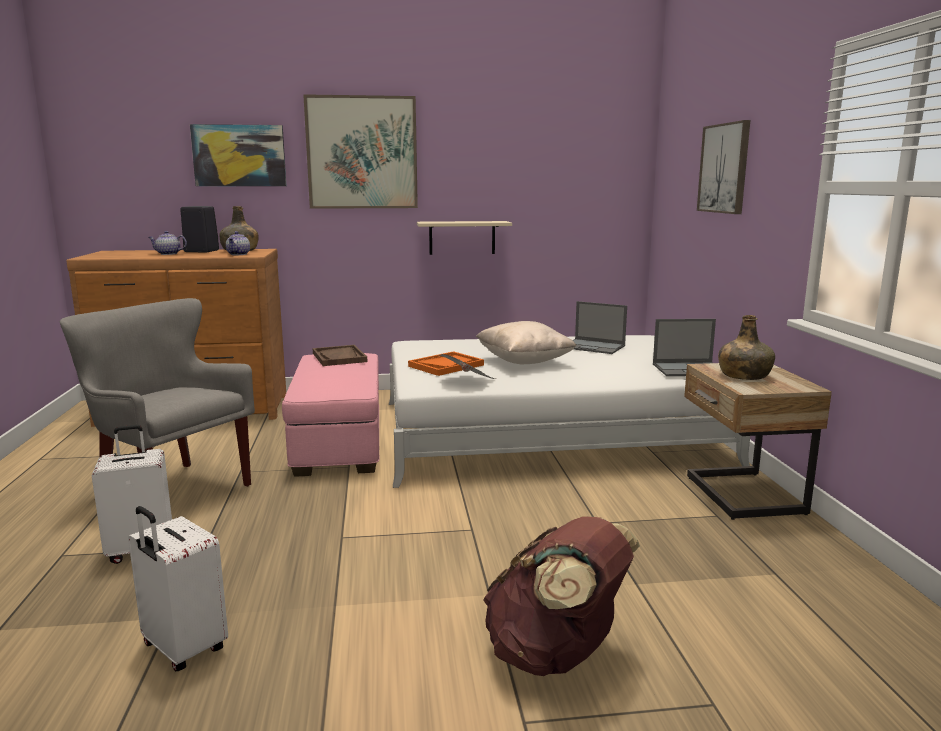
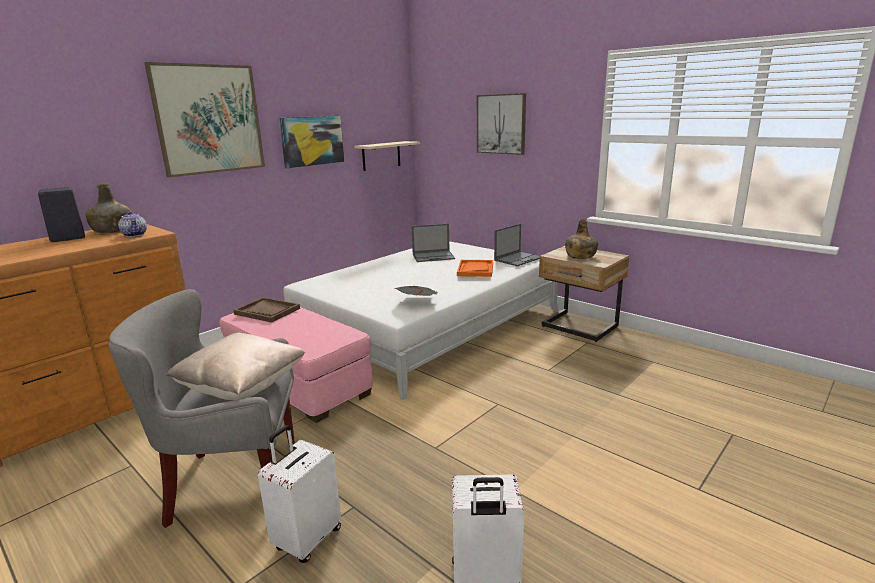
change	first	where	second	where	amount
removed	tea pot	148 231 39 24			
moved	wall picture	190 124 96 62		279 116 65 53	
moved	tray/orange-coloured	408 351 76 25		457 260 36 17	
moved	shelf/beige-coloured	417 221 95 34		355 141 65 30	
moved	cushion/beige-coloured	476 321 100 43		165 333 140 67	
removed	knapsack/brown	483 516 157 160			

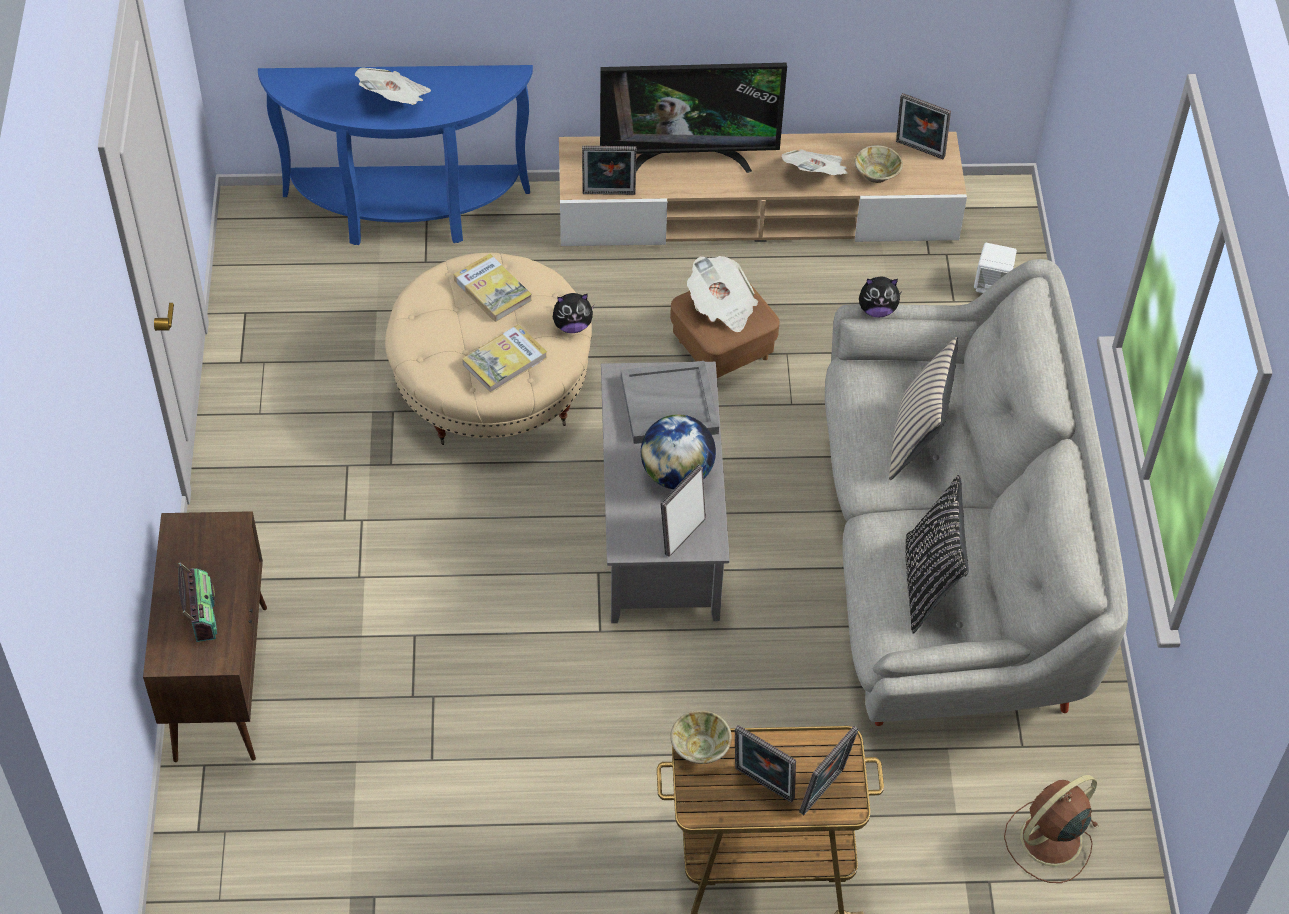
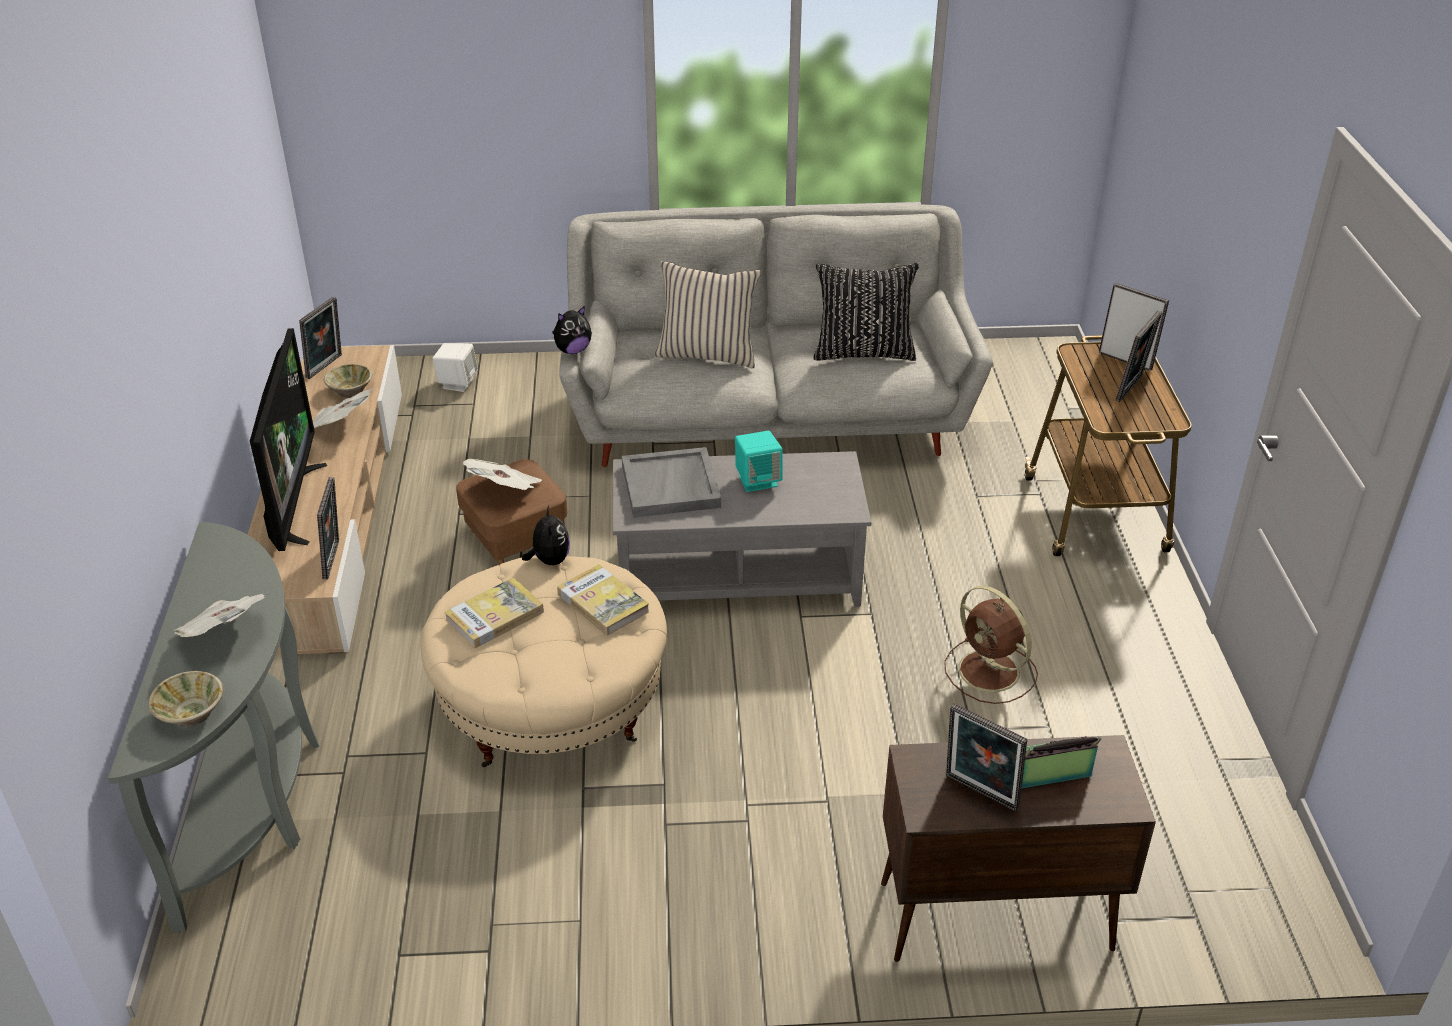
change	first	where	second	where	amount
recoloured	hall table/bluish	258 65 275 180	hall table/gray	108 522 211 411	
replaced	desk globe	641 414 75 75	loudspeaker/blue-green	735 431 48 61	
moved	picture frame	661 465 45 92		946 703 81 108	
moved	bowl/beige-coloured	670 710 62 54		148 671 75 56	
turned	plush toy	859 276 43 42		552 306 40 48	60 degrees clockwise
moved	electric fan/brown	1004 775 94 108		944 586 94 118	

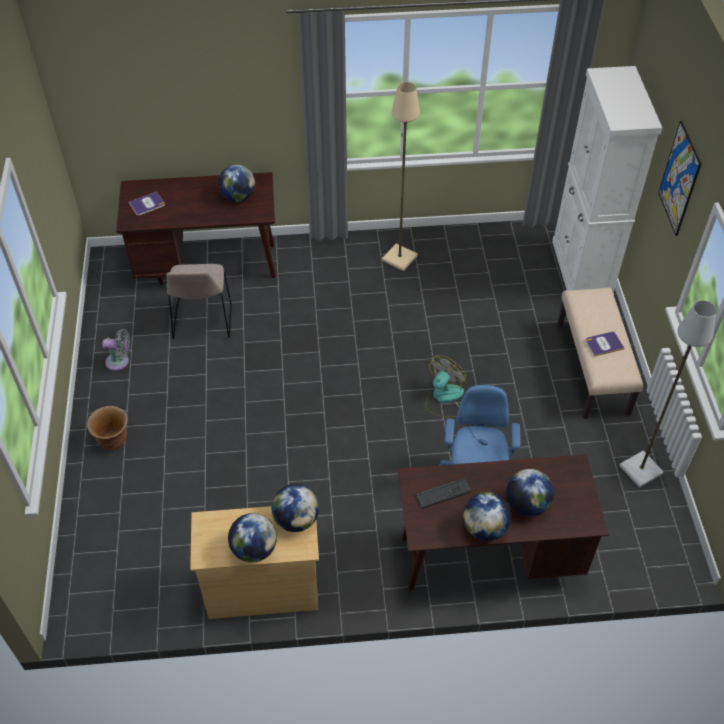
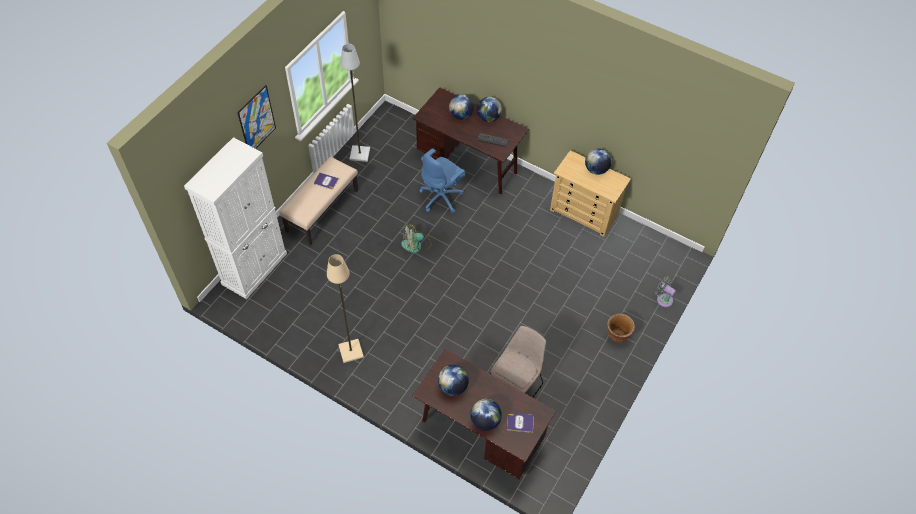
change	first	where	second	where	amount
moved	electric fan/gray	102 329 28 42		655 276 21 31	
moved	desk globe	272 484 47 48		470 399 32 32	

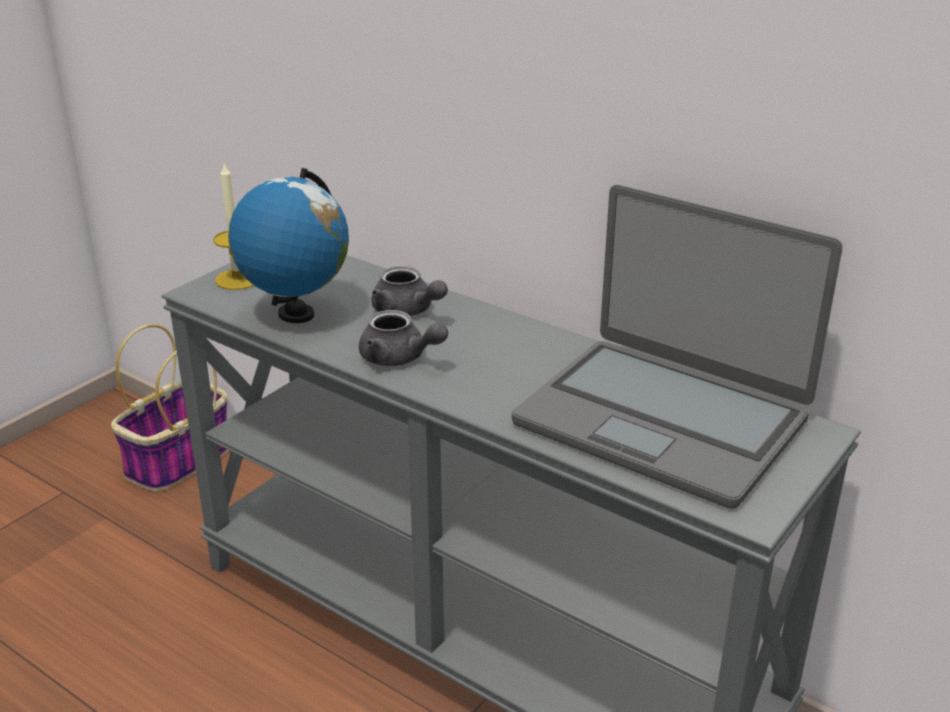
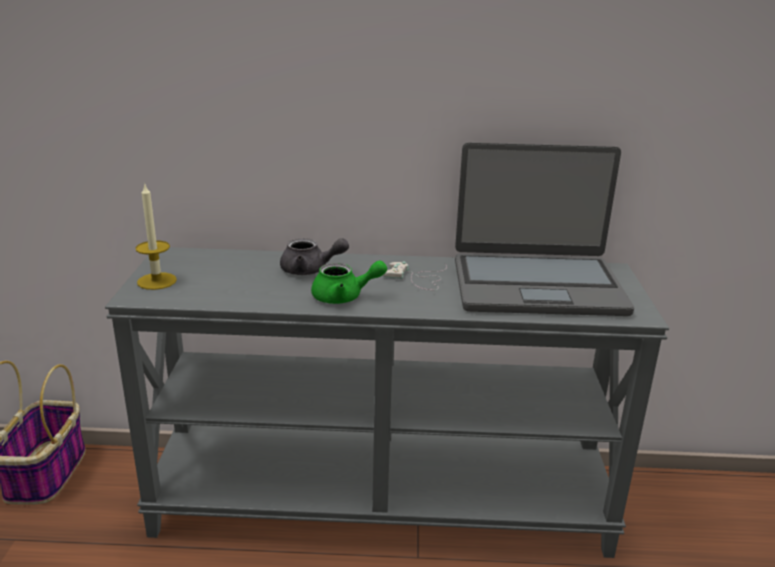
change	first	where	second	where	amount
removed	desk globe	228 168 121 155			
recoloured	tea pot/gray	359 310 89 56	tea pot/green-coloured	311 261 76 43	
added			gamepad/white-coloured	383 261 64 29	

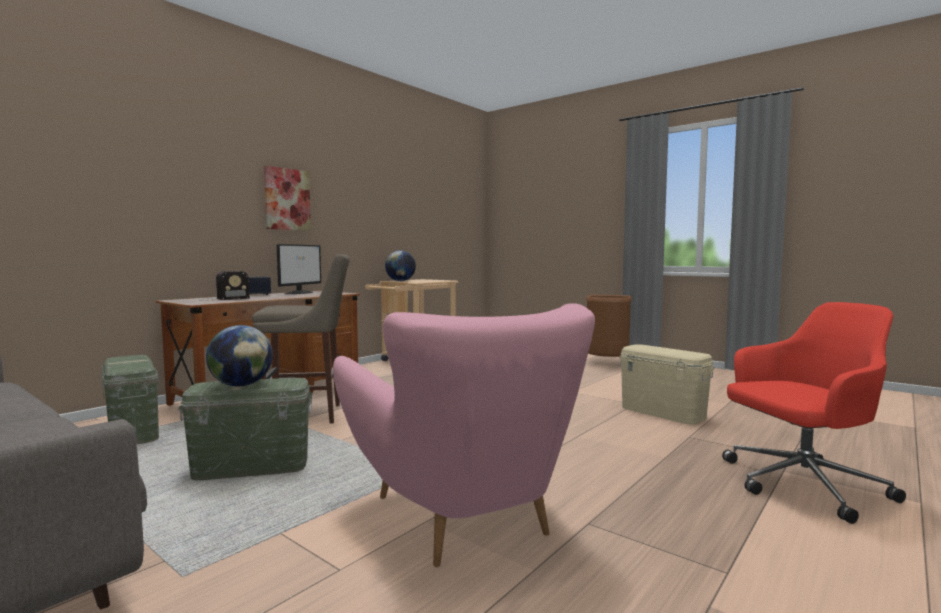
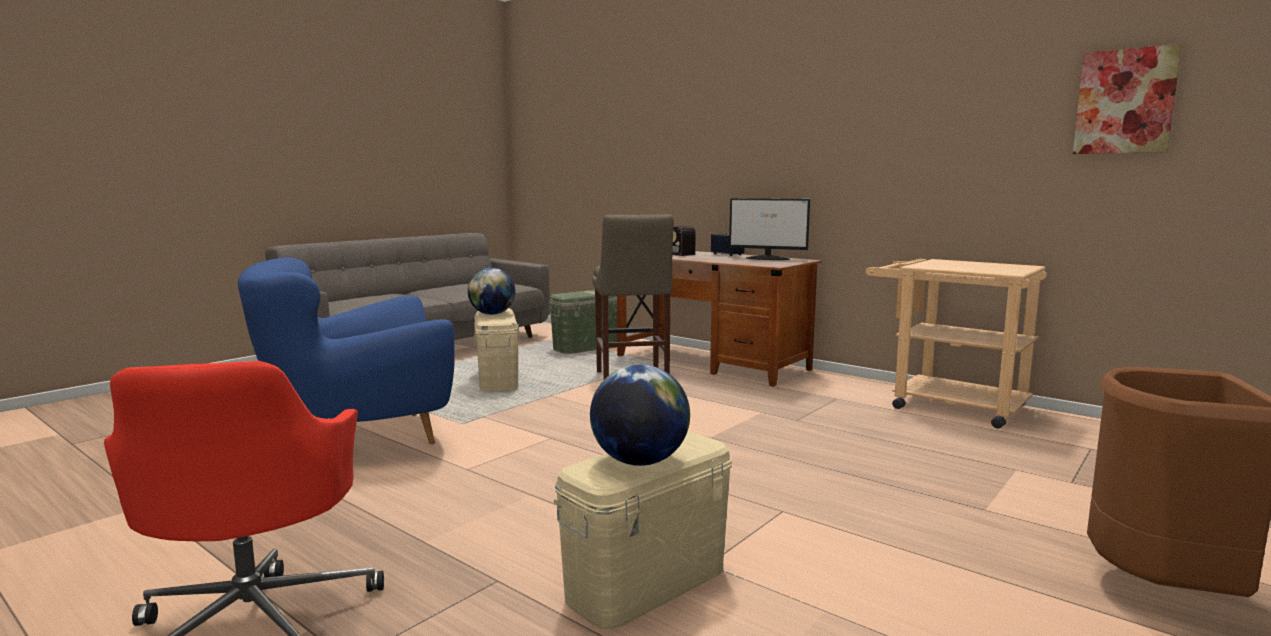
change	first	where	second	where	amount
recoloured	storage box/green-coloured	178 378 134 102	storage box/beige-coloured	474 308 46 84	
moved	wall picture	264 166 47 65		1073 44 109 110	
recoloured	easy chair/pink-coloured	333 303 262 264	easy chair/bluish	238 257 217 187	
moved	desk globe	385 250 31 31		590 364 100 102	

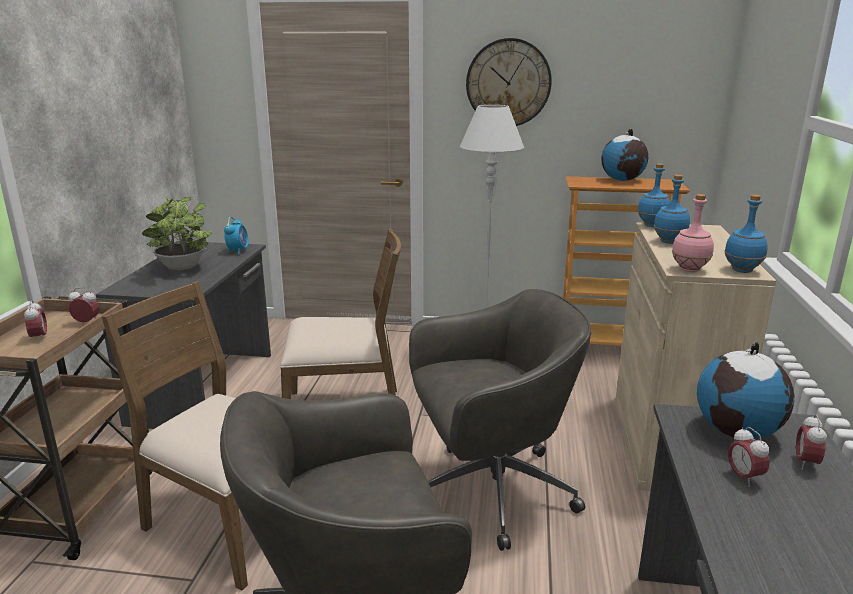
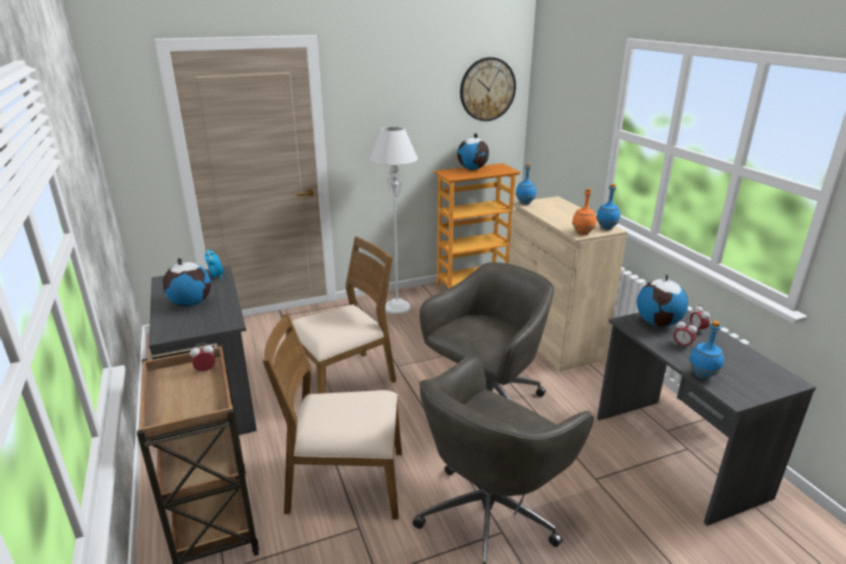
change	first	where	second	where	amount
removed	bedside clock	24 300 23 41			
replaced	plant in a pot	142 197 70 73	desk globe	163 258 48 49	
moved	clock on the wall	466 38 86 88		460 57 56 64	
moved	beverage bottle/bluish	654 175 36 69		689 321 35 58	
recoloured	beverage bottle/pink-coloured	672 194 42 78	beverage bottle/orange-coloured	572 188 25 47	

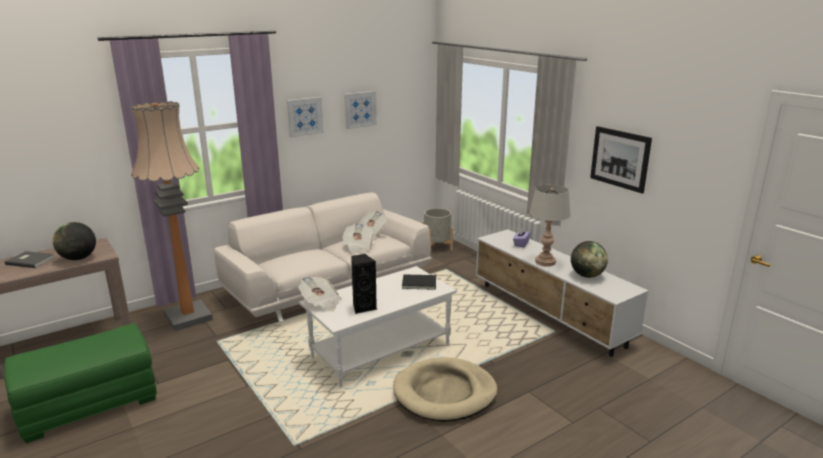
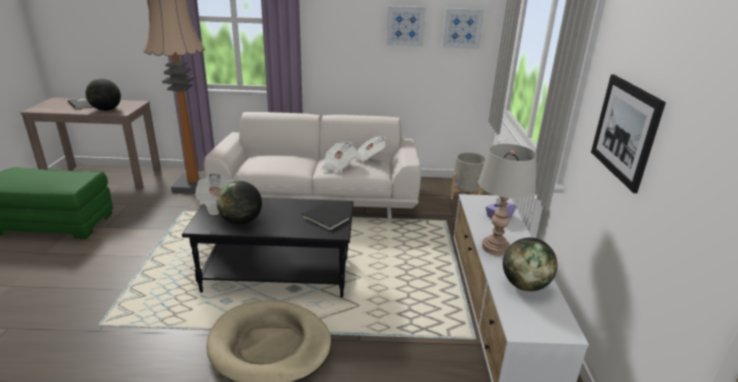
change	first	where	second	where	amount
moved	wall picture	287 97 37 40		442 8 42 41	
recoloured	lounge table/white-coloured	299 266 158 121	lounge table/black	182 198 171 100	
replaced	loudspeaker/black	351 254 26 60	desk globe	217 181 45 44	

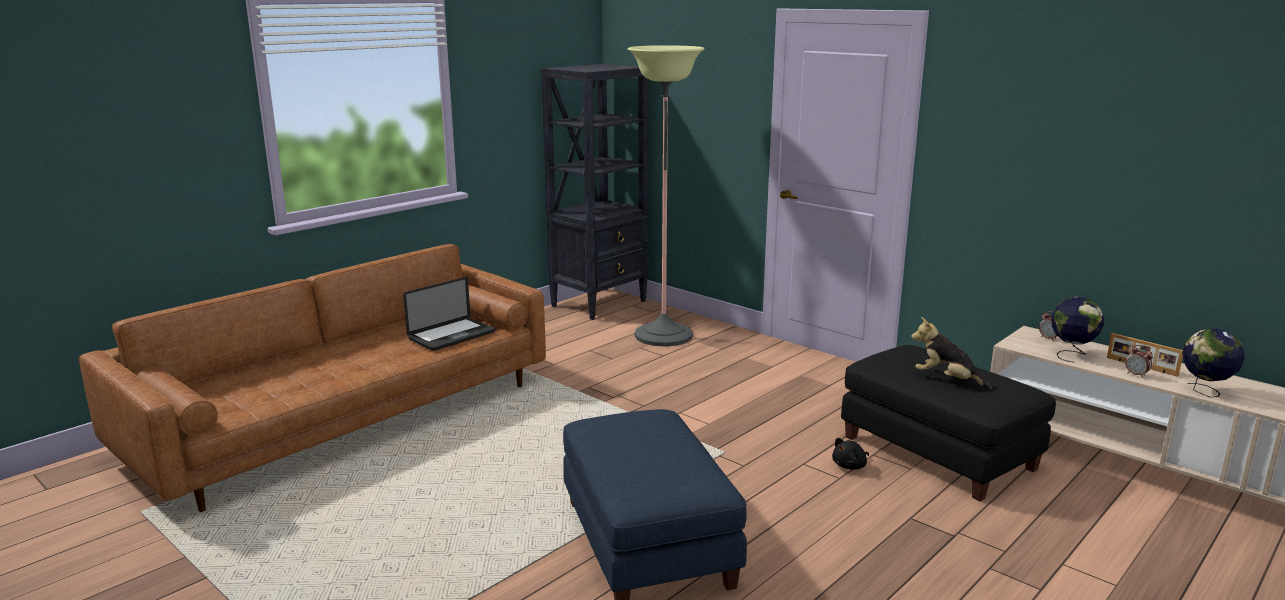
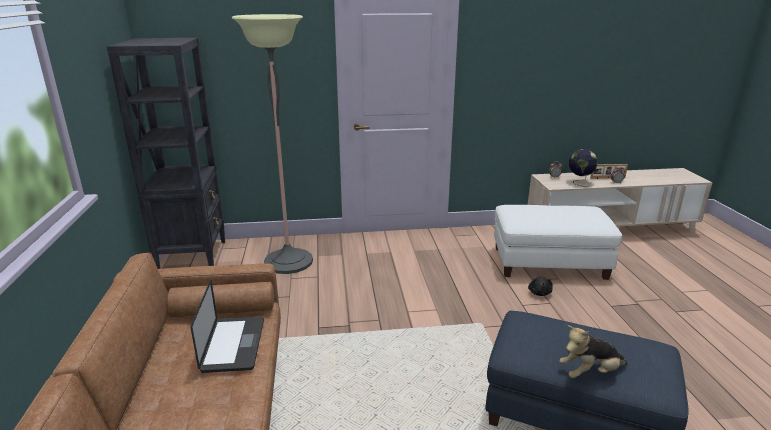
change	first	where	second	where	amount
recoloured	pouffe/black	841 345 215 157	pouffe/white-coloured	494 205 128 75	
moved	plush toy	911 317 81 73		560 325 67 53	
removed	desk globe	1182 329 63 69			

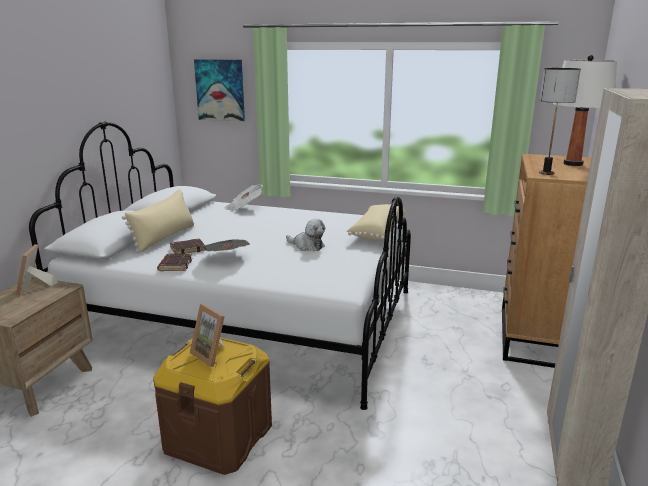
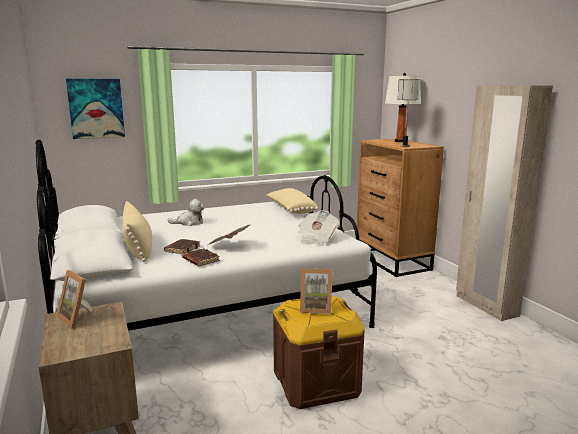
change	first	where	second	where	amount
moved	daily paper	224 184 39 27		298 210 42 35	
moved	plush toy	286 219 39 32		168 199 37 27	

